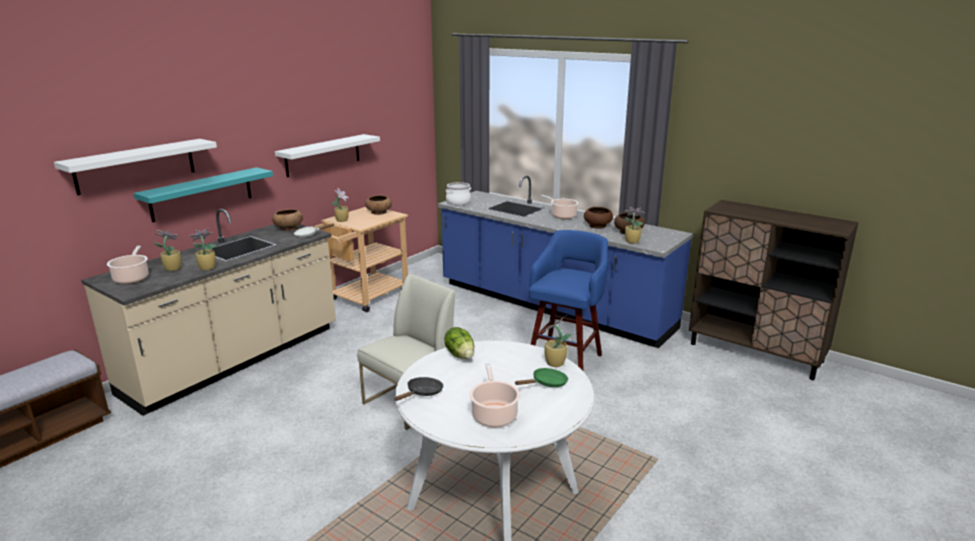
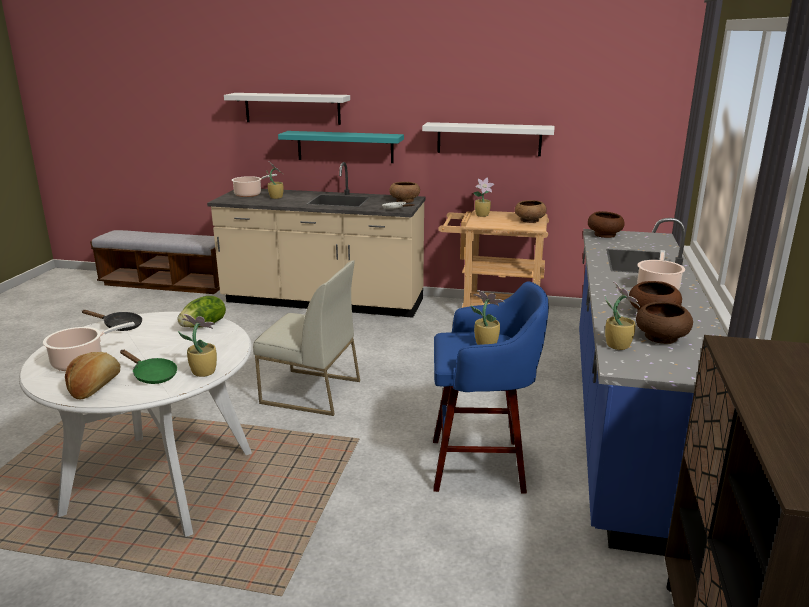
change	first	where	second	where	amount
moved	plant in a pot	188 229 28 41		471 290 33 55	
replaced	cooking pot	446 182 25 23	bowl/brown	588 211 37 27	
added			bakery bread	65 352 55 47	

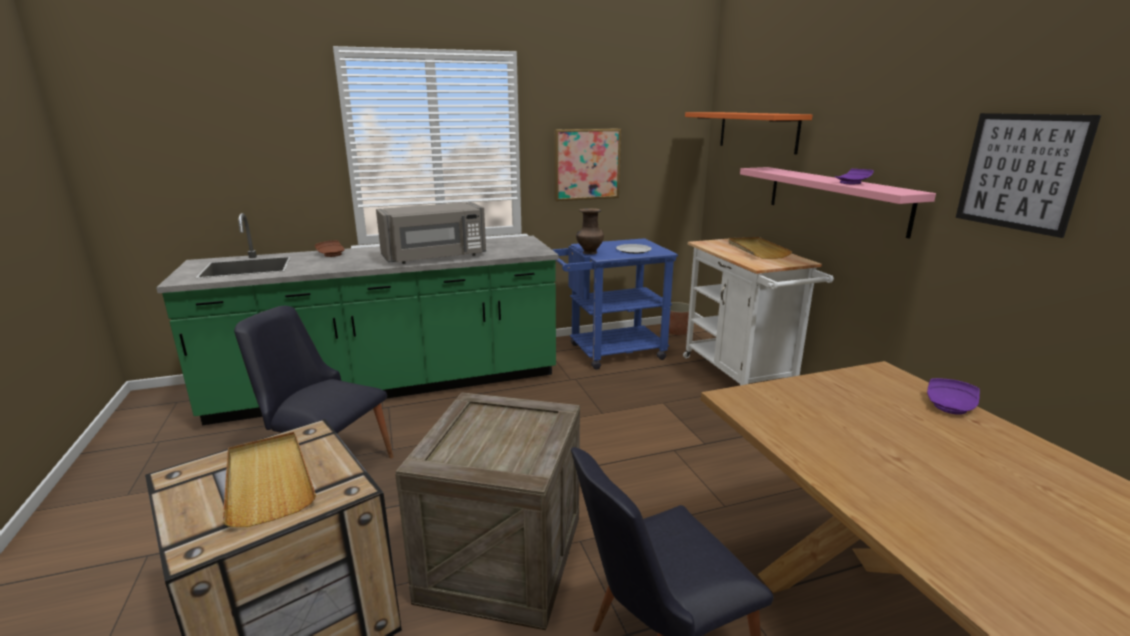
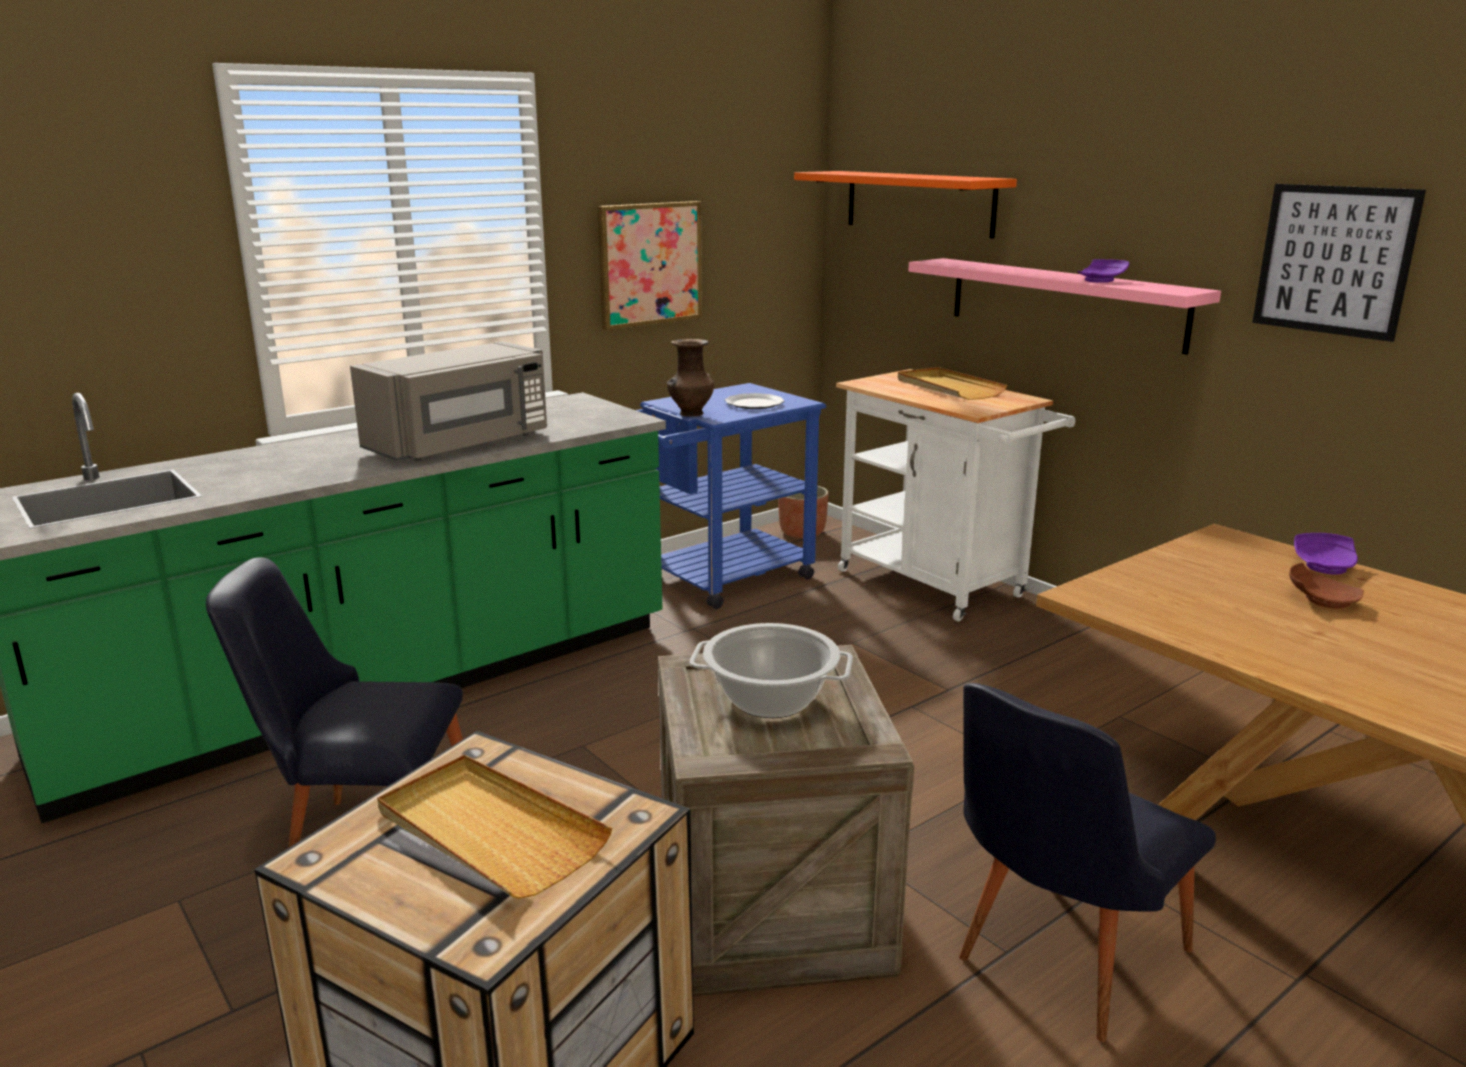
change	first	where	second	where	amount
moved	flat dish/brown	315 240 30 17		1289 563 75 45	
added			cooking pot	690 623 163 95	

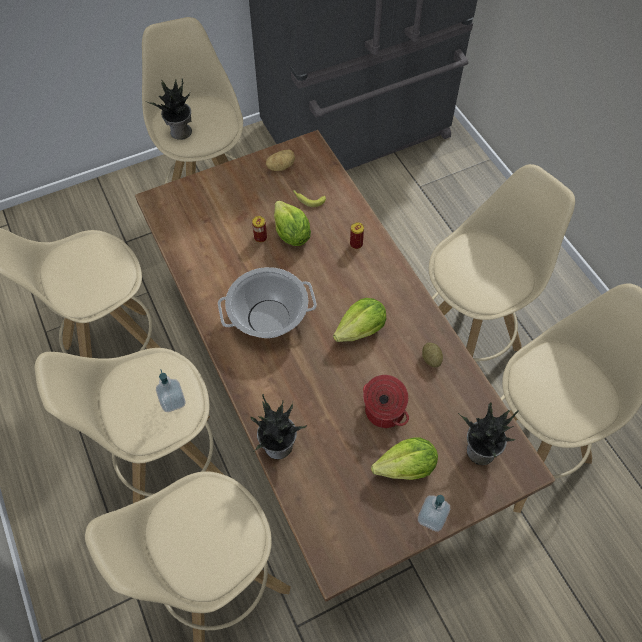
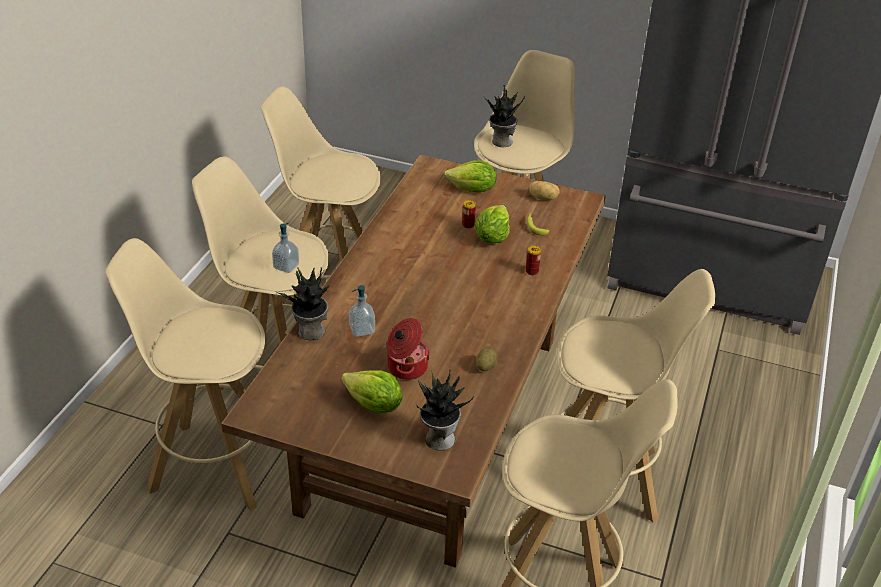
change	first	where	second	where	amount
removed	cooking pot	218 267 99 71			
moved	head of lettuce	333 298 53 44		444 161 52 31	
moved	soap bottle	418 495 32 37		349 285 26 52	

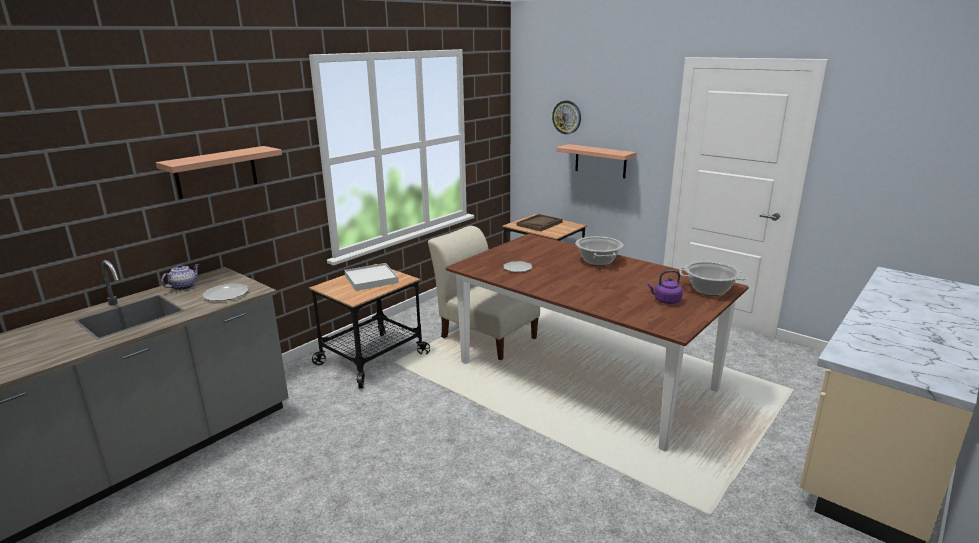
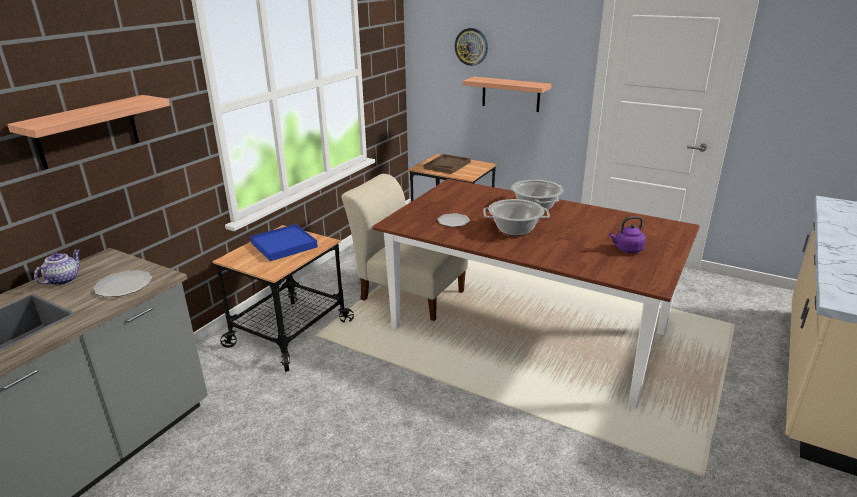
change	first	where	second	where	amount
recoloured	tray/white-coloured	345 263 54 28	tray/bluish	250 224 68 37	
moved	cooking pot	679 261 67 35		483 199 67 37	

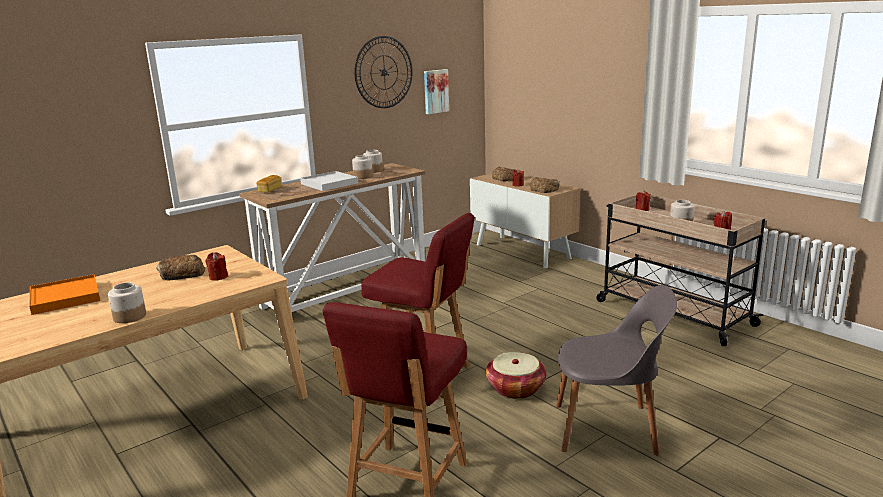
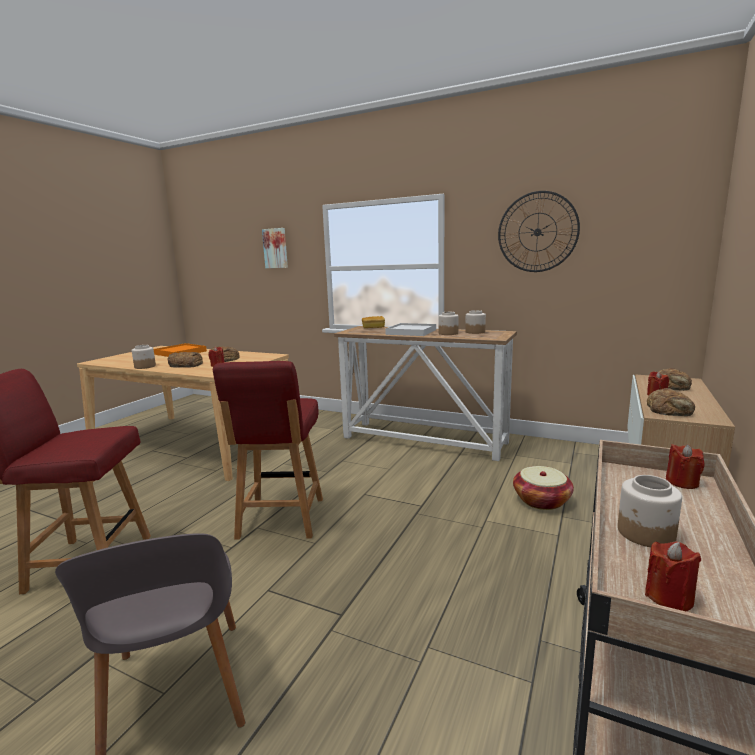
change	first	where	second	where	amount
moved	wall picture	424 69 25 45		262 228 26 40	
moved	storage basket	486 352 60 47		513 466 61 44	
added			bakery bread	168 352 35 15	

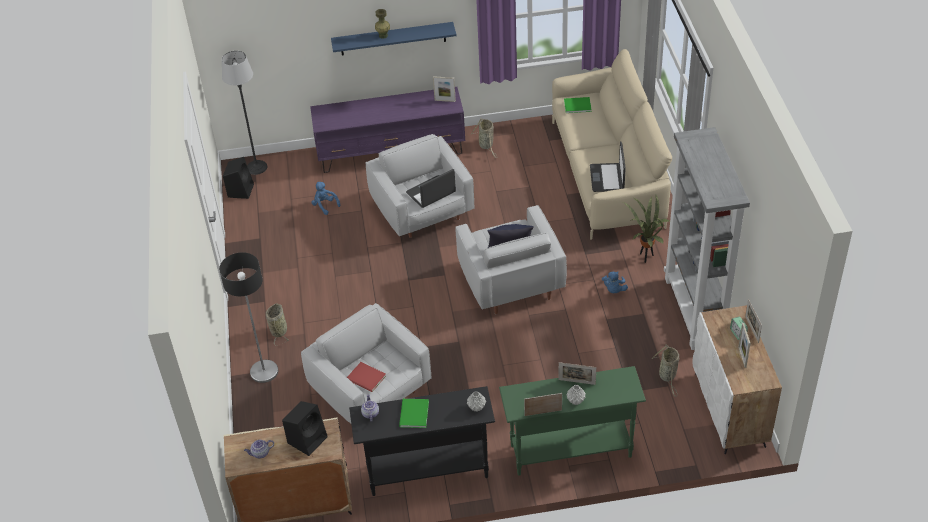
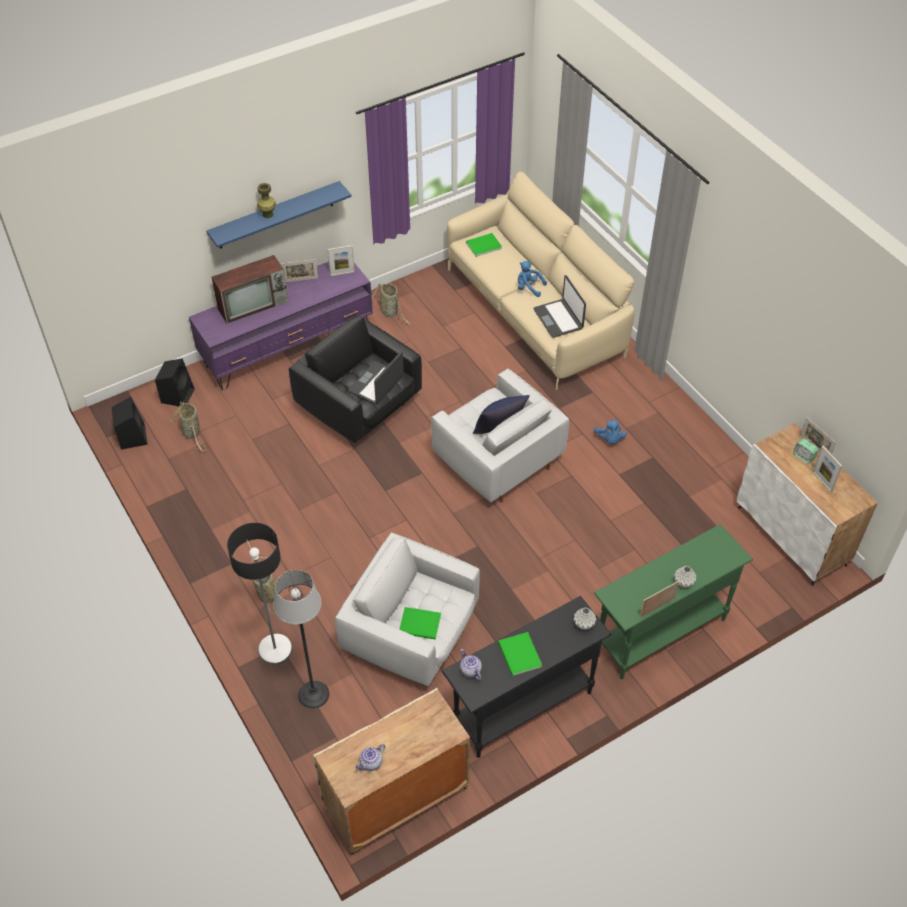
change	first	where	second	where	amount
moved	standing lamp	222 51 45 124		274 570 55 139	
moved	loudspeaker/black	282 401 46 55		155 358 40 48	
moved	plush toy/bluish	311 182 29 33		518 261 29 36	
recoloured	bound book/red	347 362 39 30	bound book/green-coloured	399 607 42 33	
recoloured	easy chair/white-coloured	366 134 108 104	easy chair/black	289 316 133 127	
moved	picture frame	558 362 38 23		282 259 36 23	
removed	plant in a pot	623 195 47 68			
moved	storage basket	651 344 28 53		171 402 35 49	
removed	bookshelf/gray	664 127 86 223			
added			television	212 255 76 69	

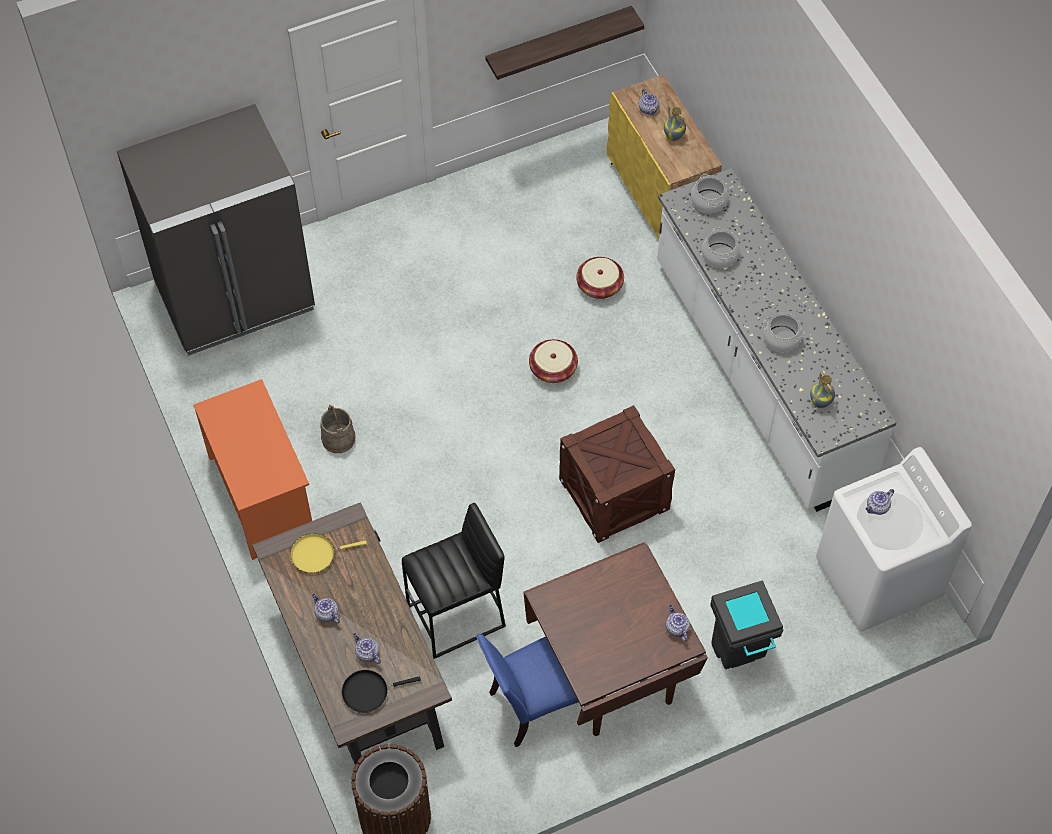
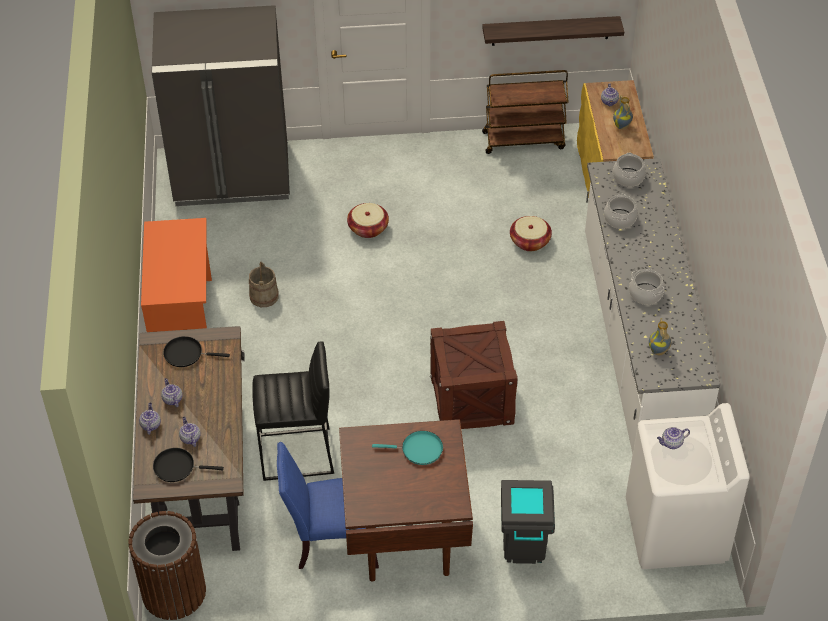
change	first	where	second	where	amount
recoloured	frying pan/yellowish	290 533 77 41	frying pan/black	163 336 67 31	
moved	storage basket	529 339 49 44		347 203 42 35	
moved	tea pot	666 605 24 37		139 403 22 32	
added			frying pan/blue-green	372 431 71 34	
added			trolley/brown	482 70 87 84	

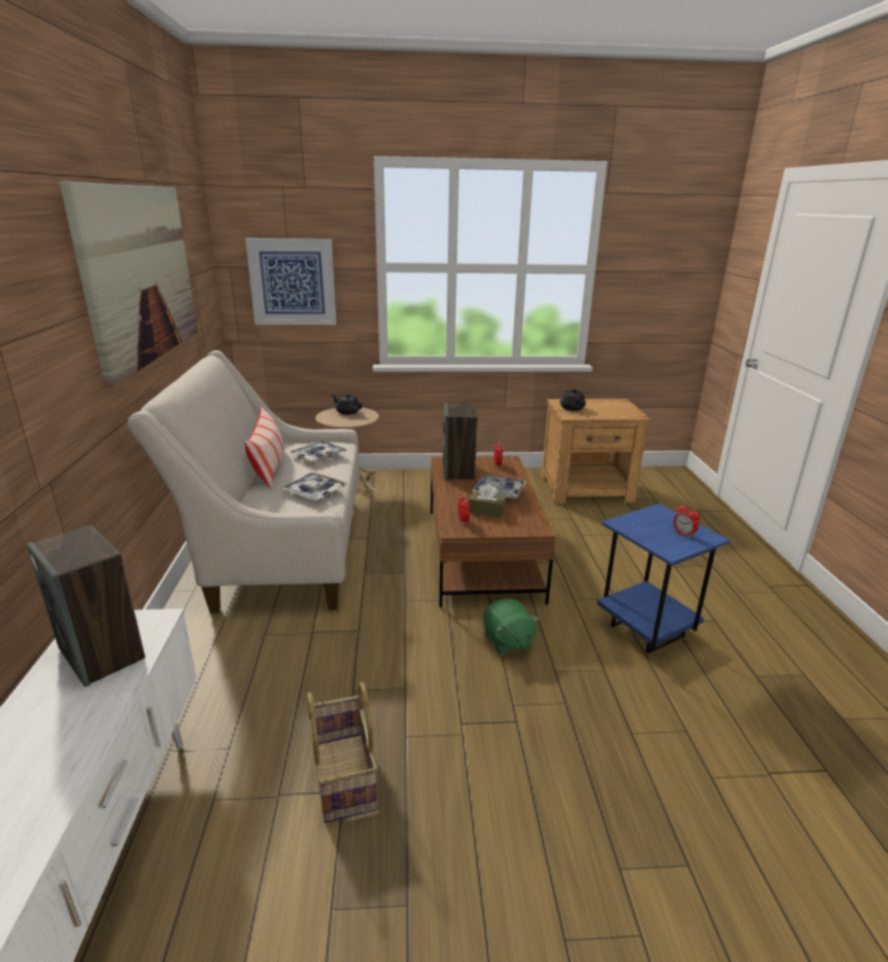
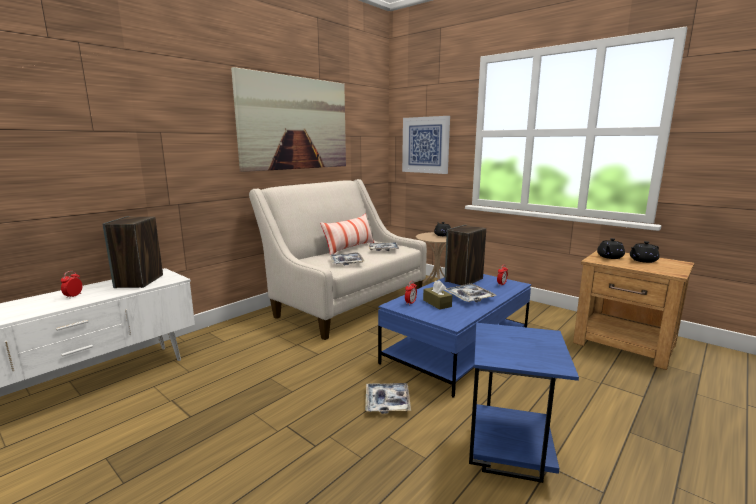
change	first	where	second	where	amount
removed	storage basket	307 682 71 141			
recoloured	lounge table/brown	431 456 125 151	lounge table/bluish	378 274 153 124	
replaced	plush toy/green-coloured	483 599 56 56	tray	365 383 46 31	
moved	bedside clock	673 503 27 35		61 271 22 27	
added			tea pot/black	630 241 30 22	

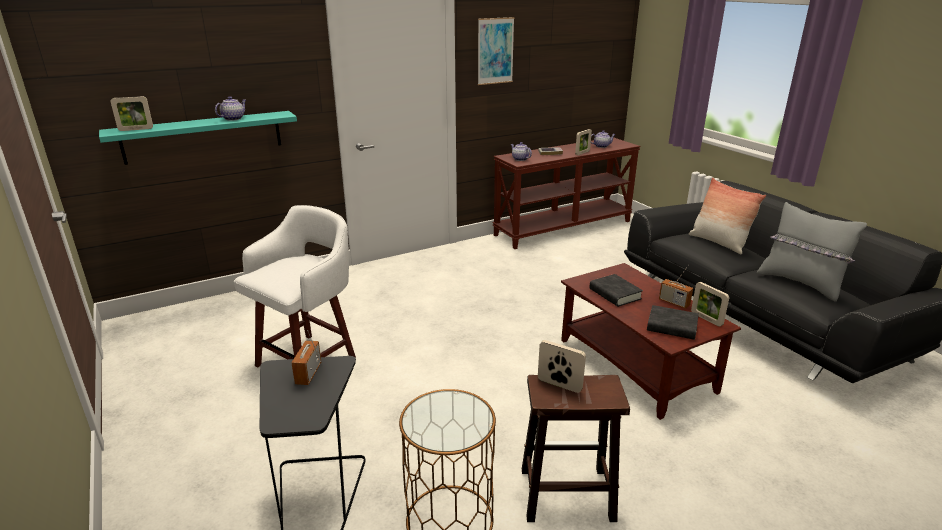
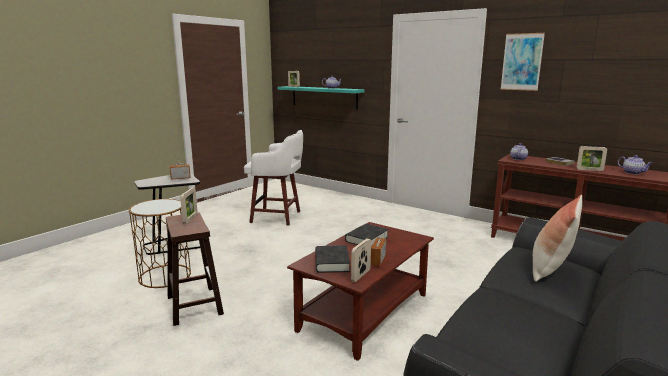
change	first	where	second	where	amount
removed	cushion/gray	757 202 110 100			

